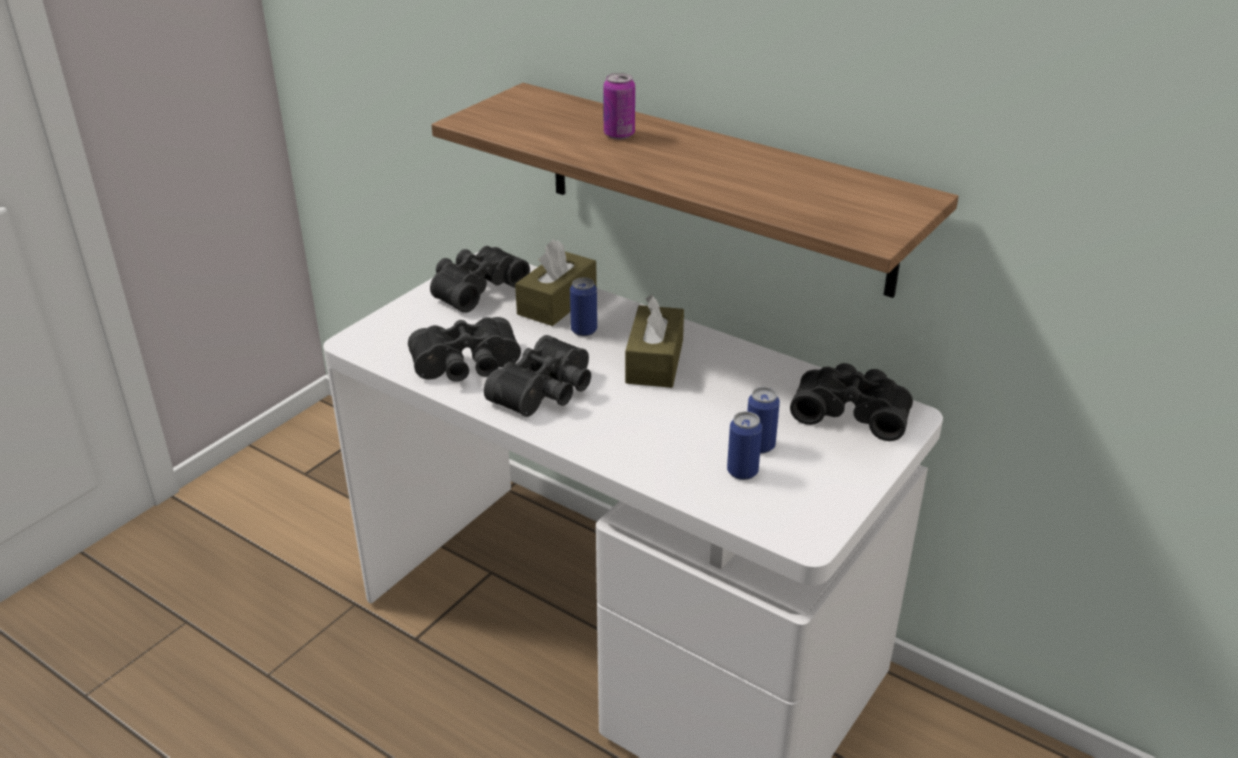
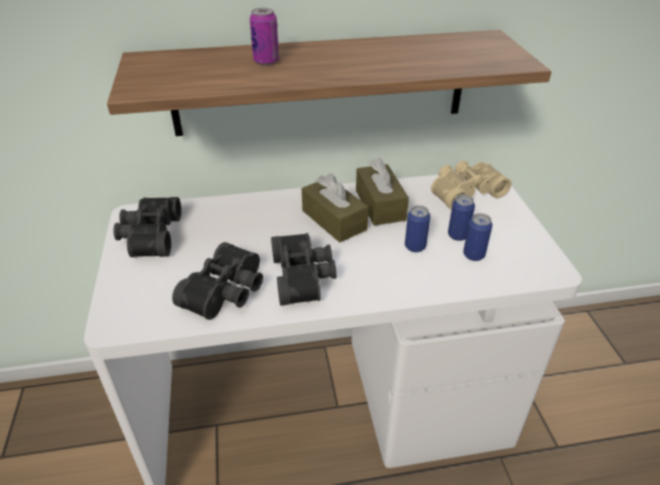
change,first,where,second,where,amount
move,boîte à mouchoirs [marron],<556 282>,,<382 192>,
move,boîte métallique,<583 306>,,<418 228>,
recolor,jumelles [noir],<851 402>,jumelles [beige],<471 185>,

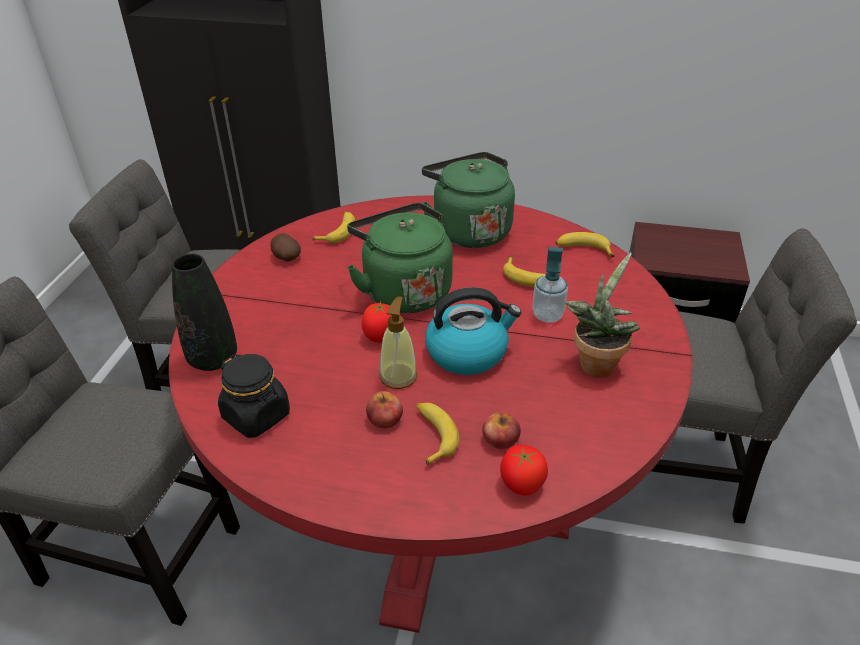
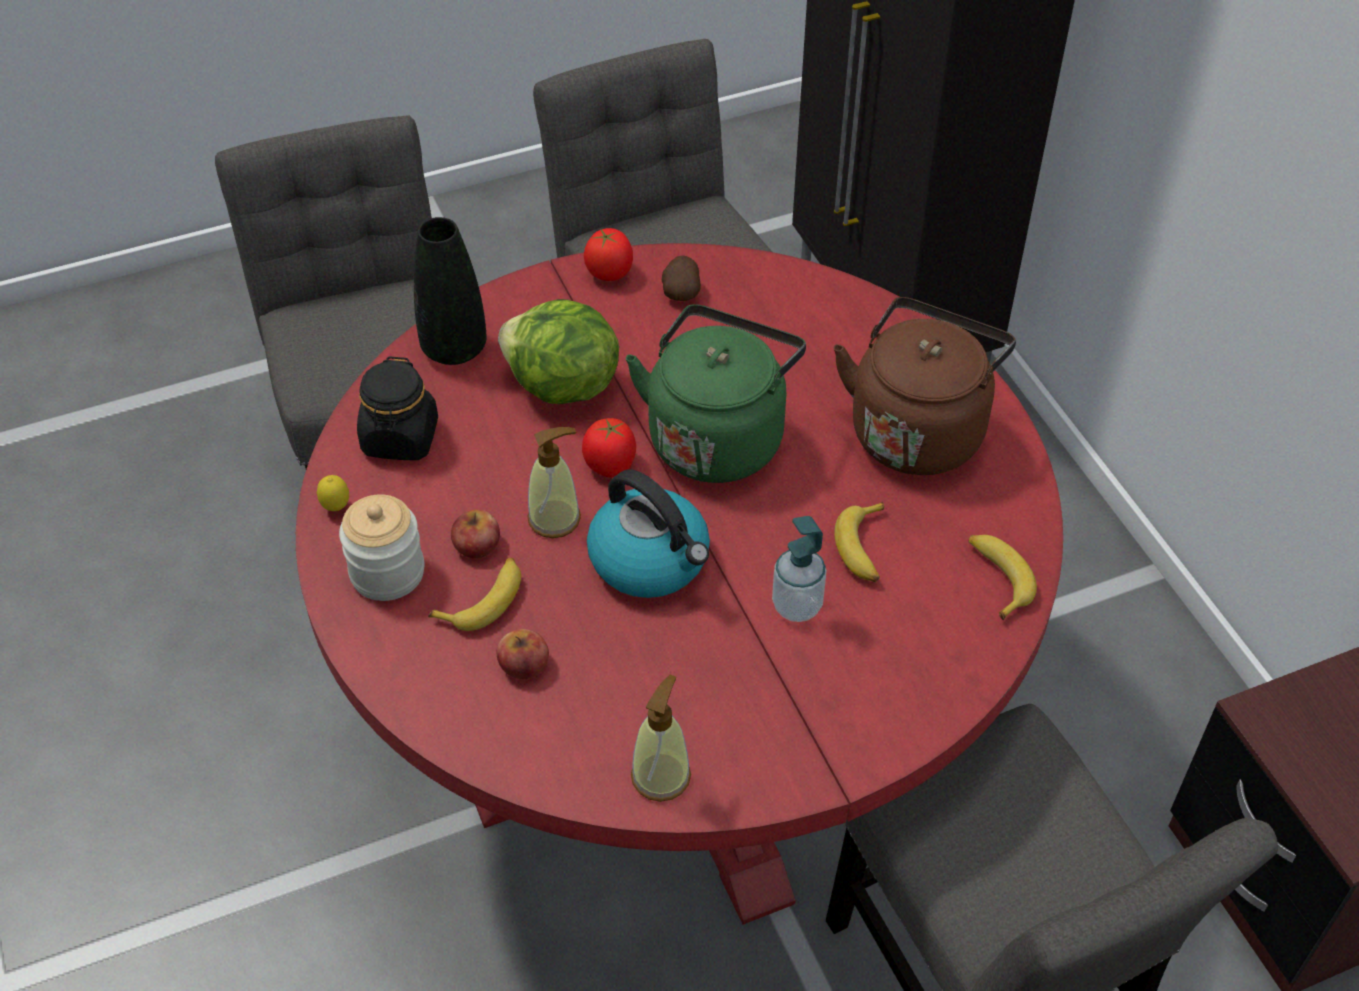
change,first,where,second,where,amount
recolor,bouilloire [vert],<468 200>,bouilloire [marron],<924 386>,
delete,banane,<333 227>,,,
delete,plante en pot,<602 315>,,,
move,tomate,<524 470>,,<608 254>,
insert,,,laitue,<558 351>,
insert,,,citron,<333 493>,
insert,,,bocal,<381 547>,
insert,,,distributeur de savon,<661 738>,

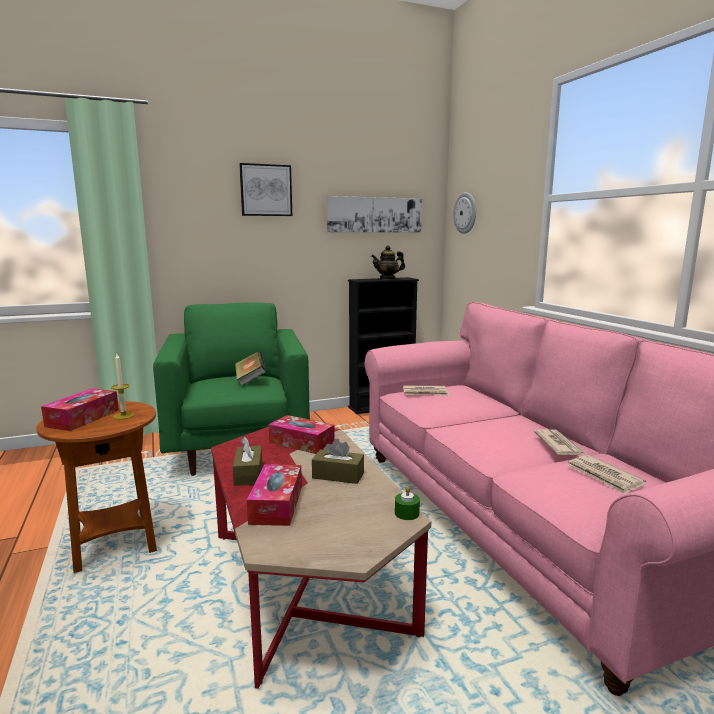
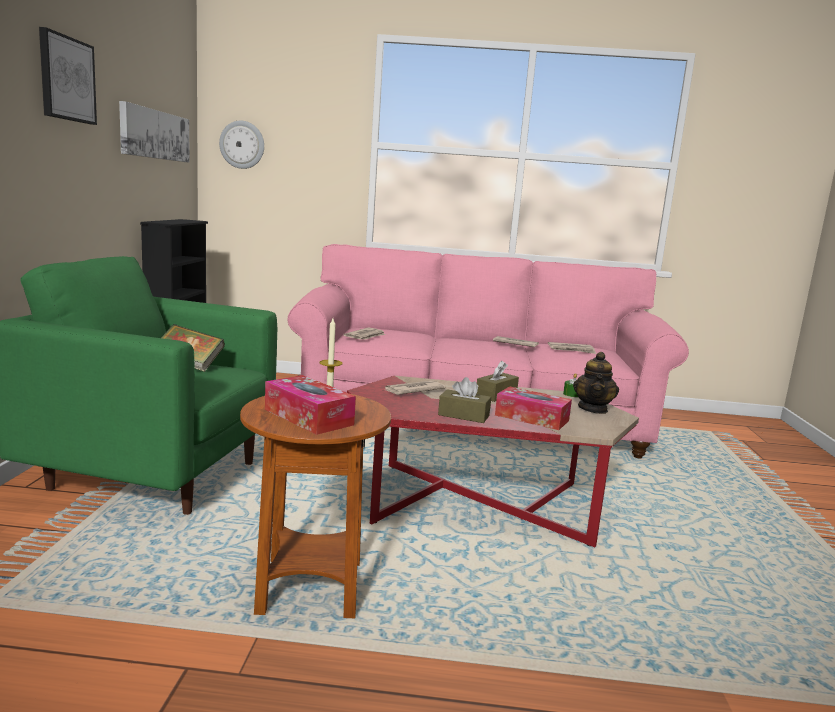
change,first,where,second,where,amount
move,théière,<388 262>,,<596 383>,
replace,boîte à mouchoirs,<302 434>,journal,<415 387>,

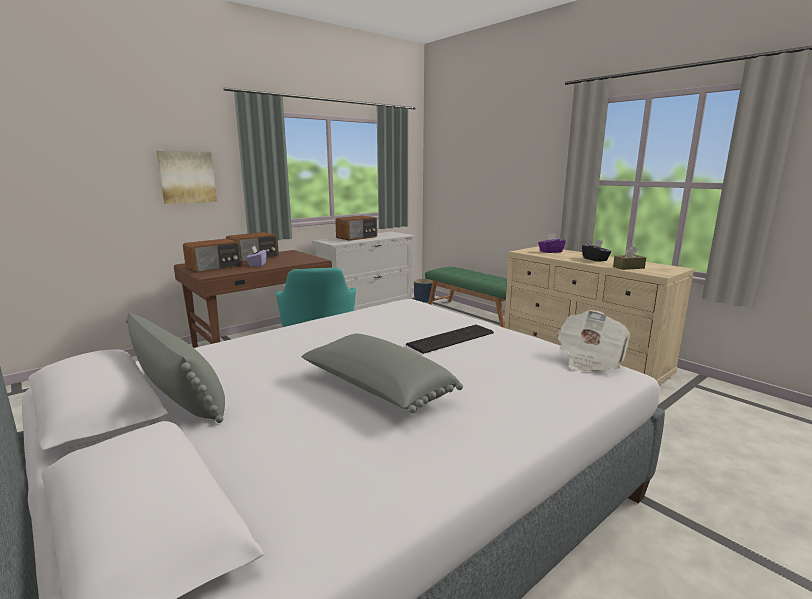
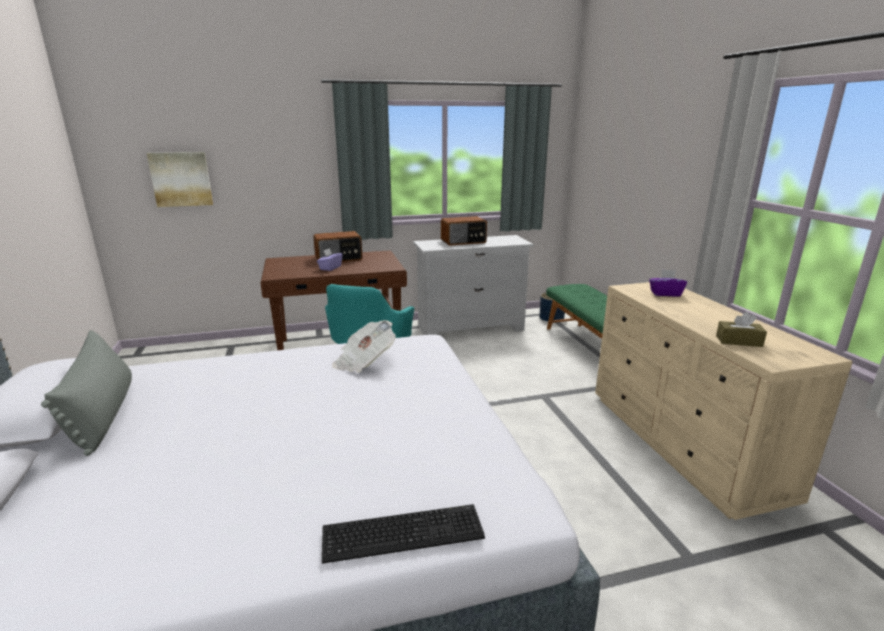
change,first,where,second,where,amount
move,tableau,<187 177>,,<180 179>,
delete,radio,<212 256>,,,
delete,boîte à mouchoirs [noir],<596 250>,,,
move,journal,<594 341>,,<364 346>,
move,clavier,<450 339>,,<403 534>,
delete,coussin [gris],<382 373>,,,

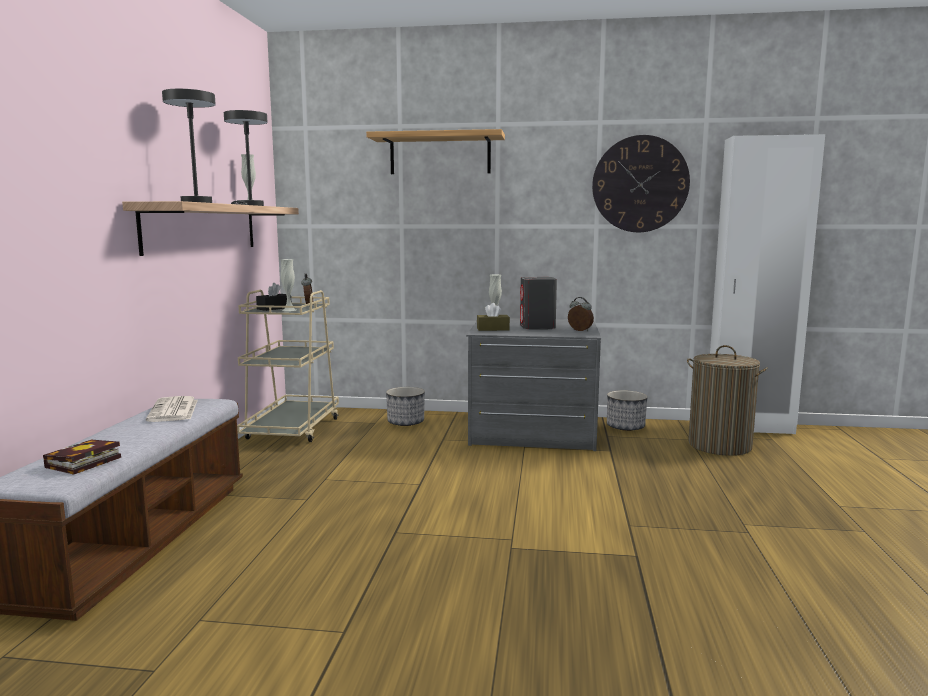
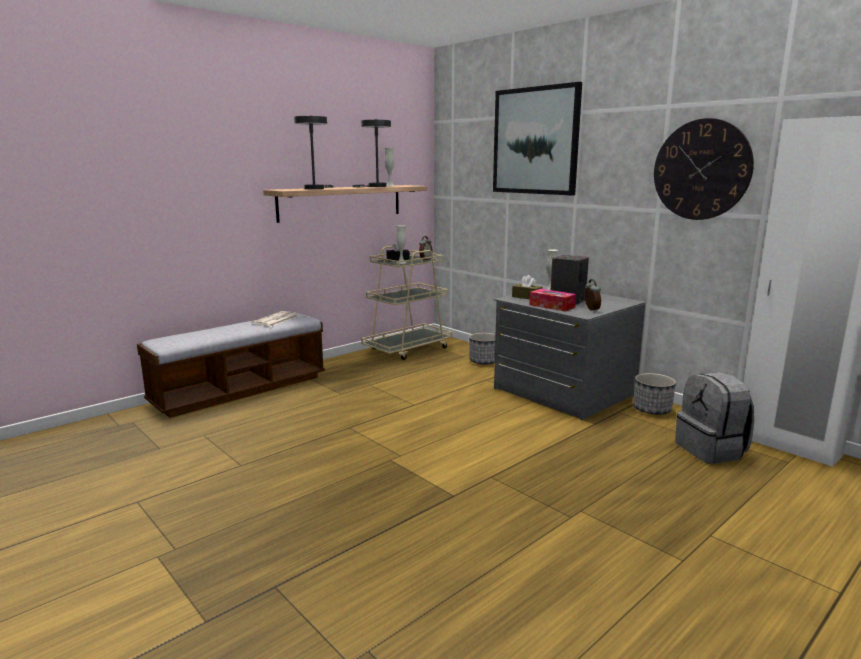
change,first,where,second,where,amount
replace,étagère,<435 151>,tableau,<537 138>,
replace,panier à linge,<727 400>,sac à dos [gris],<714 418>,
delete,livre,<82 457>,,,
insert,,,boîte à mouchoirs,<552 300>,

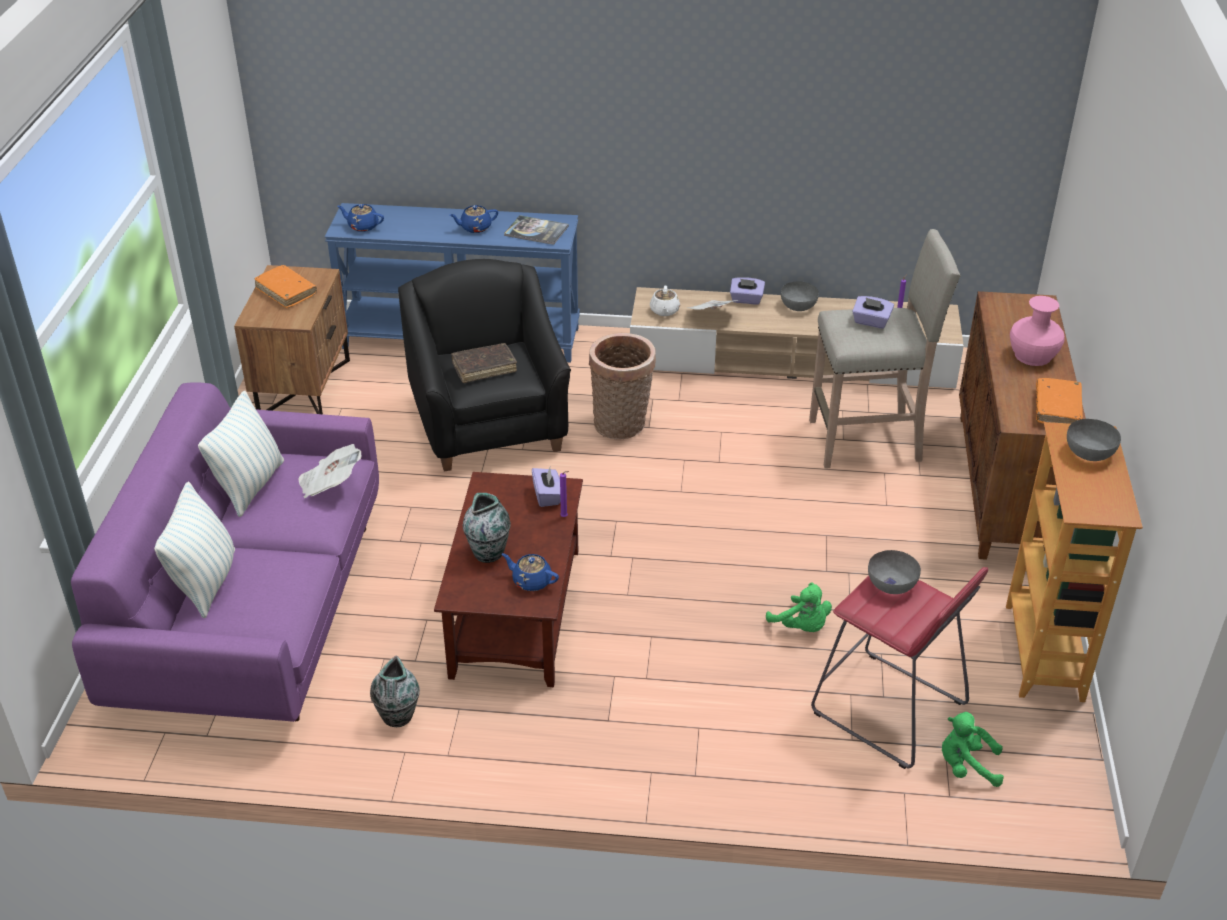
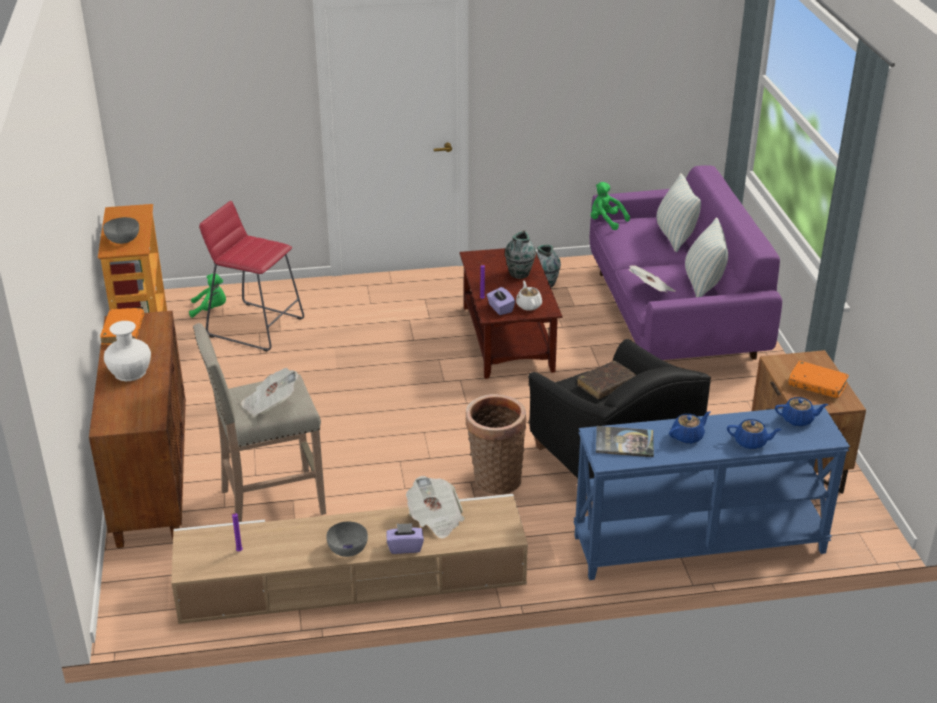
change,first,where,second,where,amount
move,théière [blanc],<665 301>,,<529 296>,
replace,boîte à mouchoirs [violet],<873 312>,journal,<270 392>,
recolor,vase [rose],<1037 331>,vase [blanc],<127 351>,
delete,bol [gris],<894 572>,,,
move,théière [bleu],<530 572>,,<754 434>,
move,peluche [vert],<799 607>,,<610 206>,

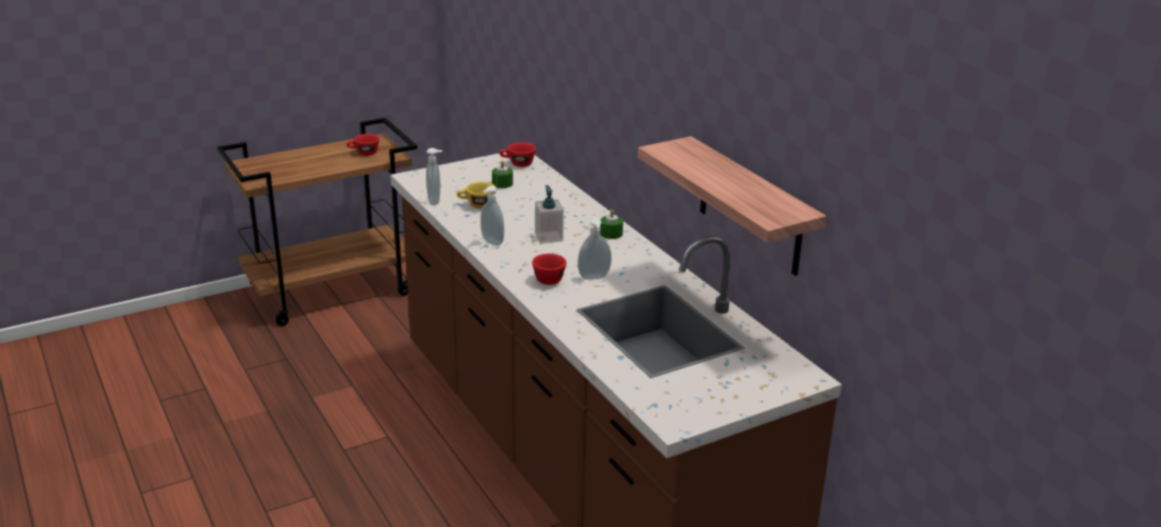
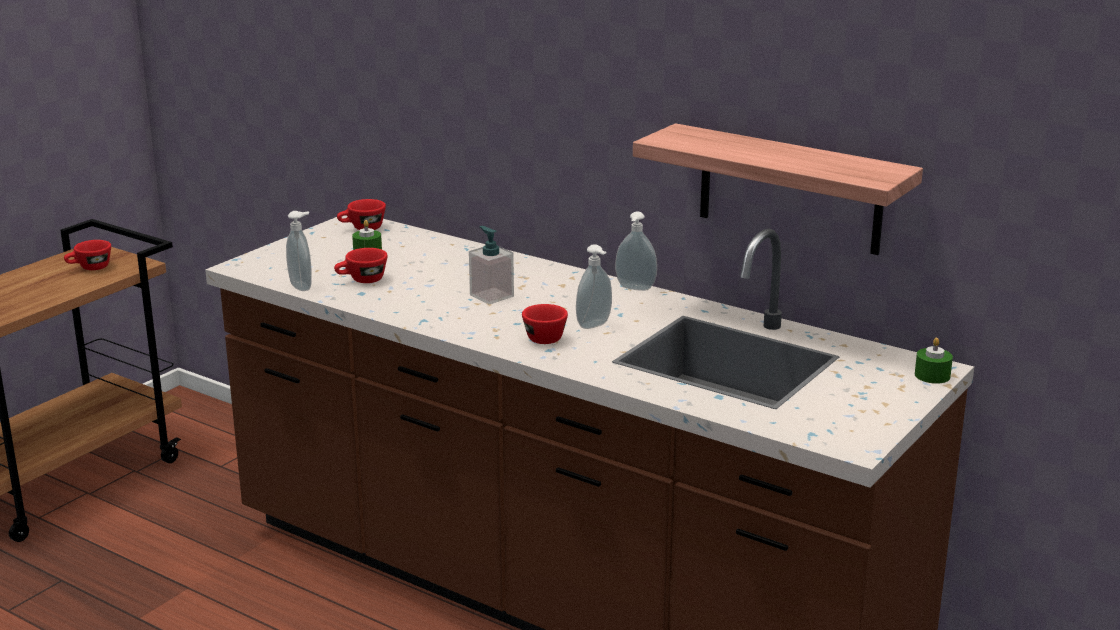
change,first,where,second,where,amount
recolor,tasse [jaune],<476 195>,tasse [rouge],<361 265>,
move,distributeur de savon,<492 216>,,<636 251>,
move,bougie [vert],<611 224>,,<934 361>,

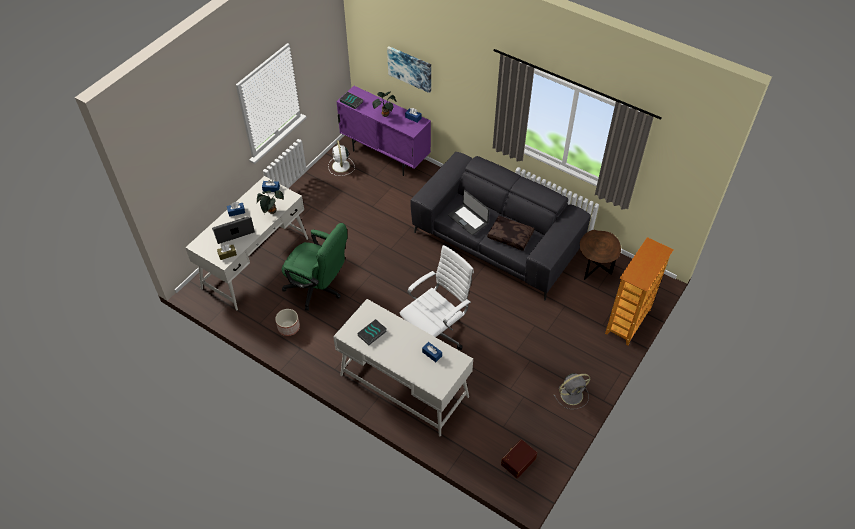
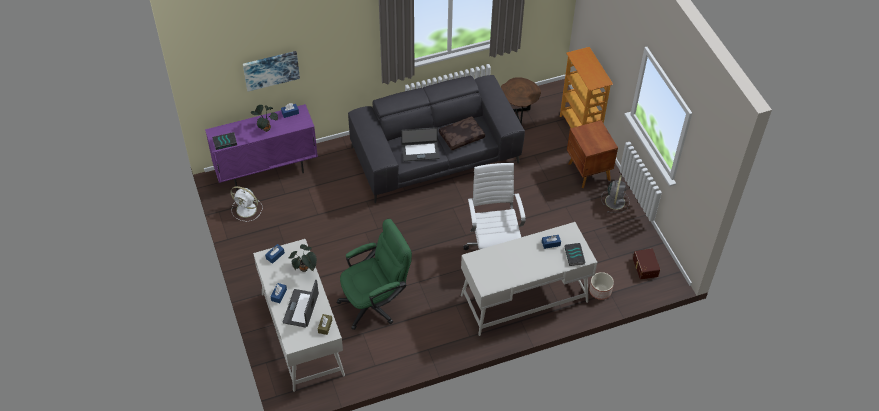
change,first,where,second,where,amount
move,cache-pot,<287 322>,,<601 286>,
move,livre,<372 332>,,<575 254>,
insert,,,table de chevet [marron],<592 154>,

